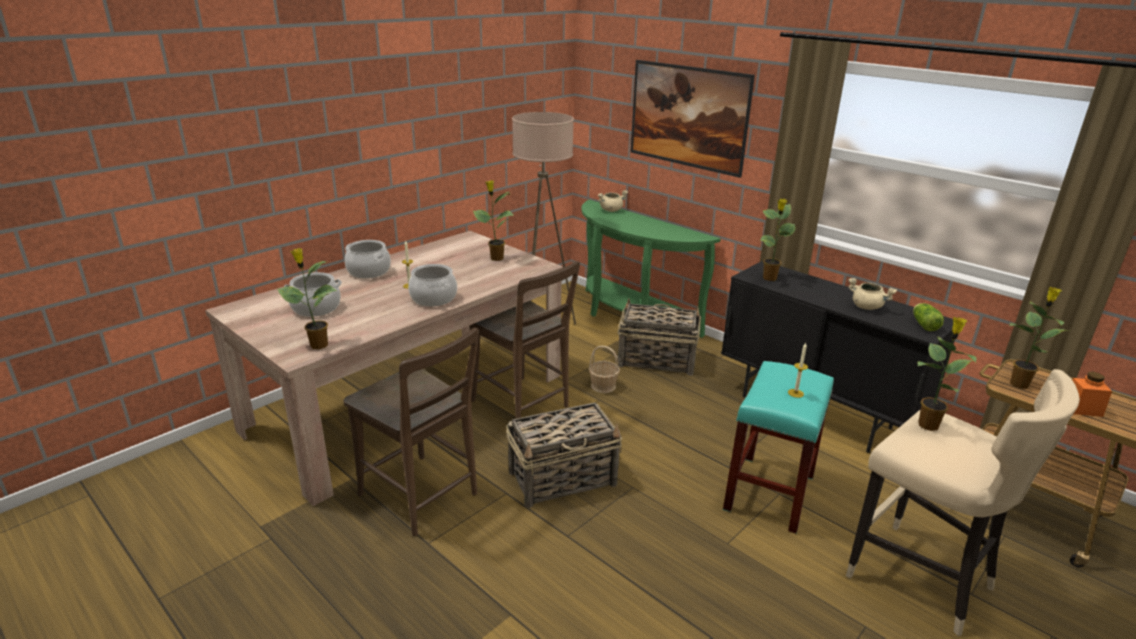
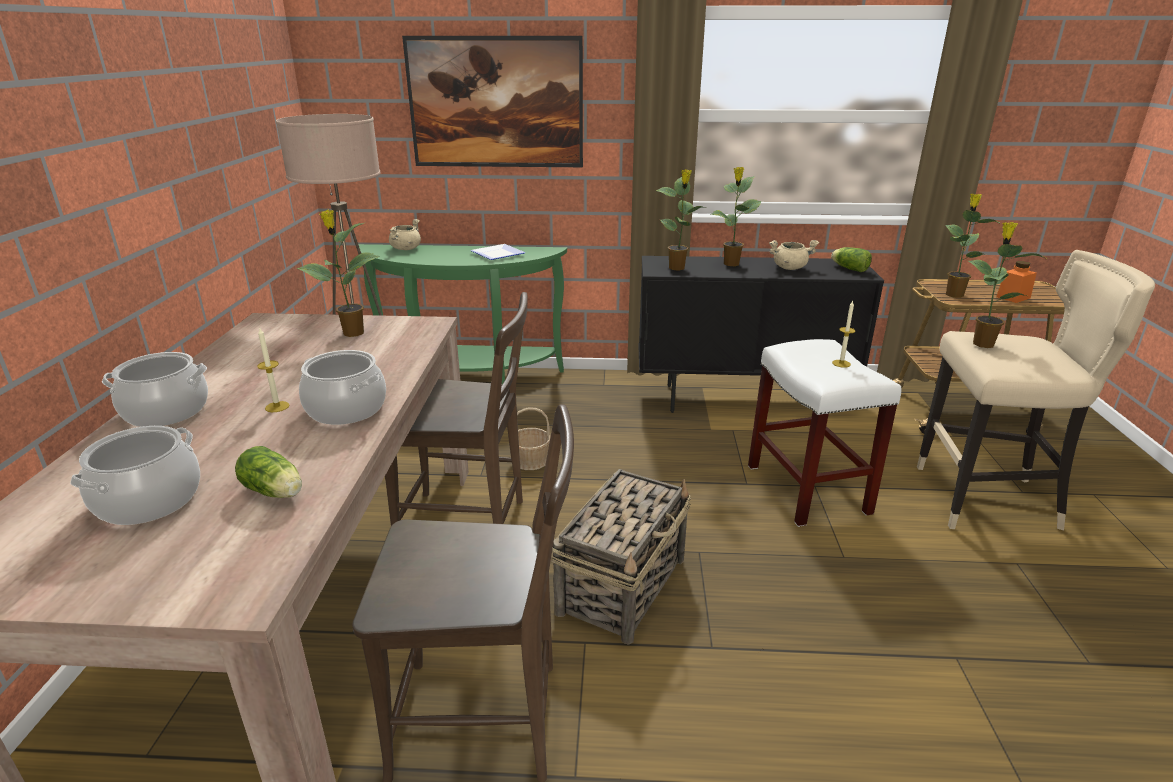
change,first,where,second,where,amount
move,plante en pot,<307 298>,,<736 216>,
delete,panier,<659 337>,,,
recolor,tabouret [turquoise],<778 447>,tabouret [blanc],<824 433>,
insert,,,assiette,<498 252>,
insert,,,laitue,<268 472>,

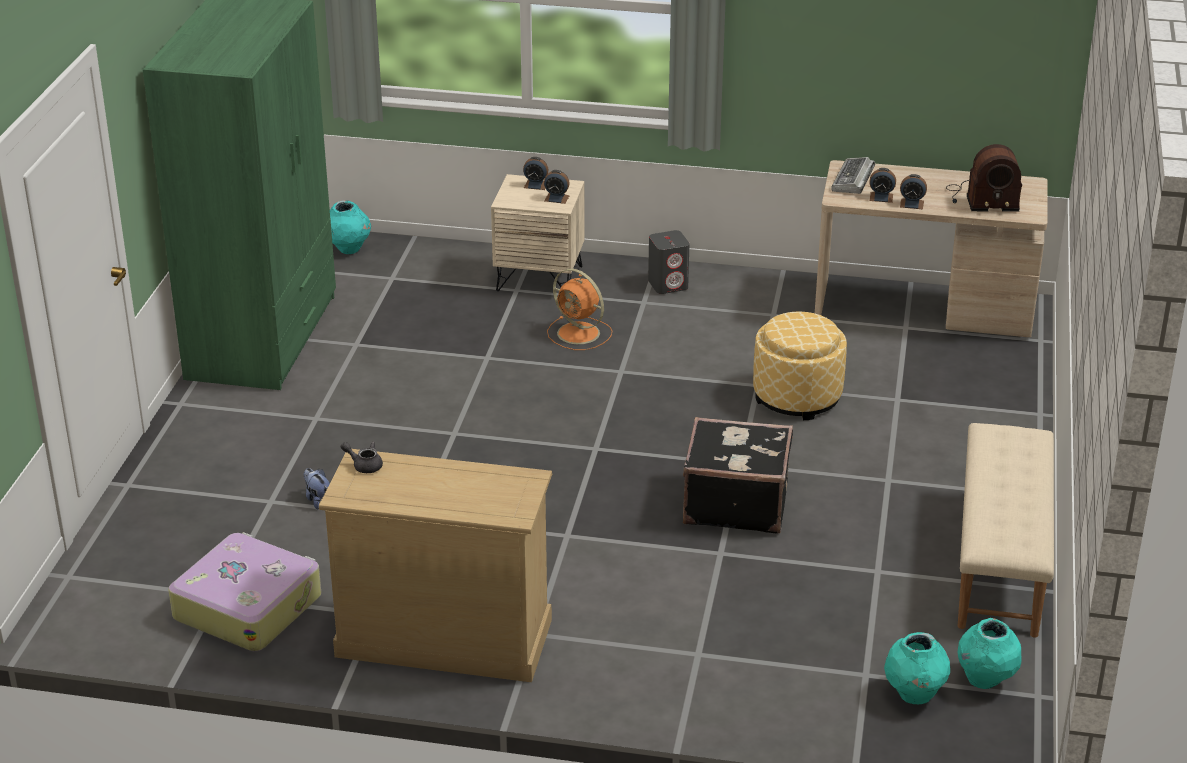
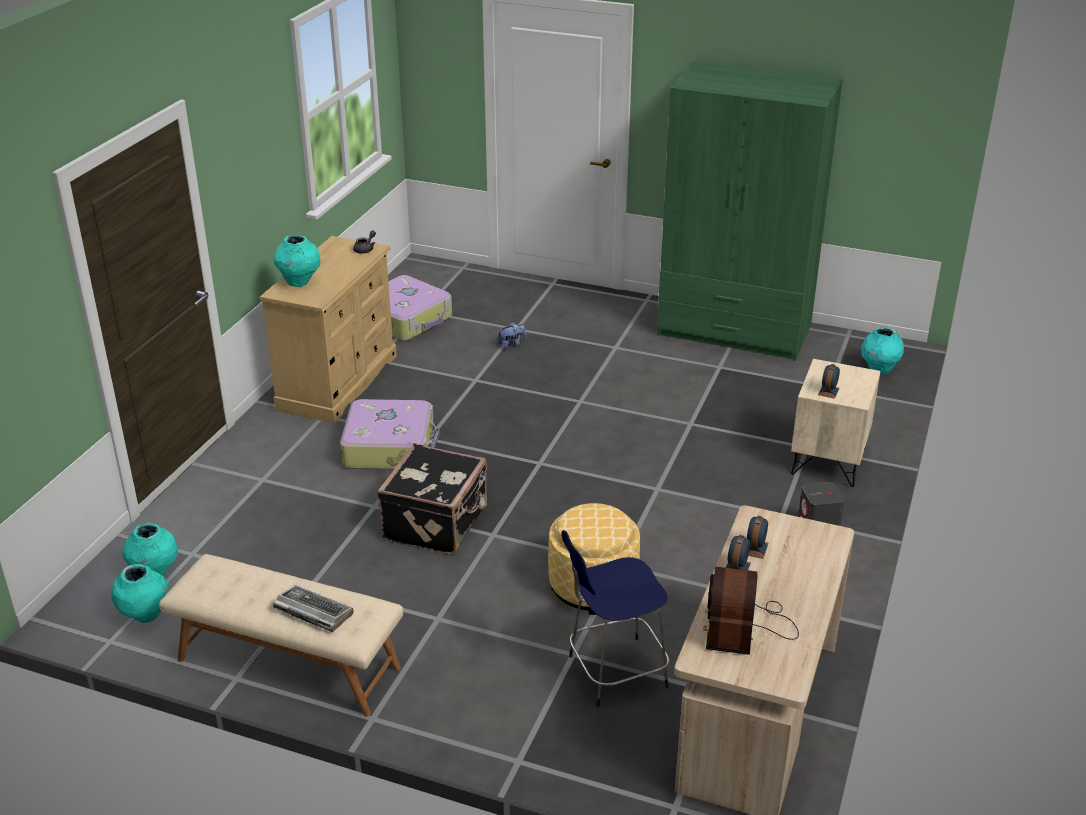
change,first,where,second,where,amount
delete,réveil,<535 173>,,,
move,clavier,<853 175>,,<313 608>,
delete,ventilateur [orange],<579 309>,,,
insert,,,vase [turquoise],<297 261>,
insert,,,valise,<390 434>,
insert,,,tabouret [bleu],<615 618>,

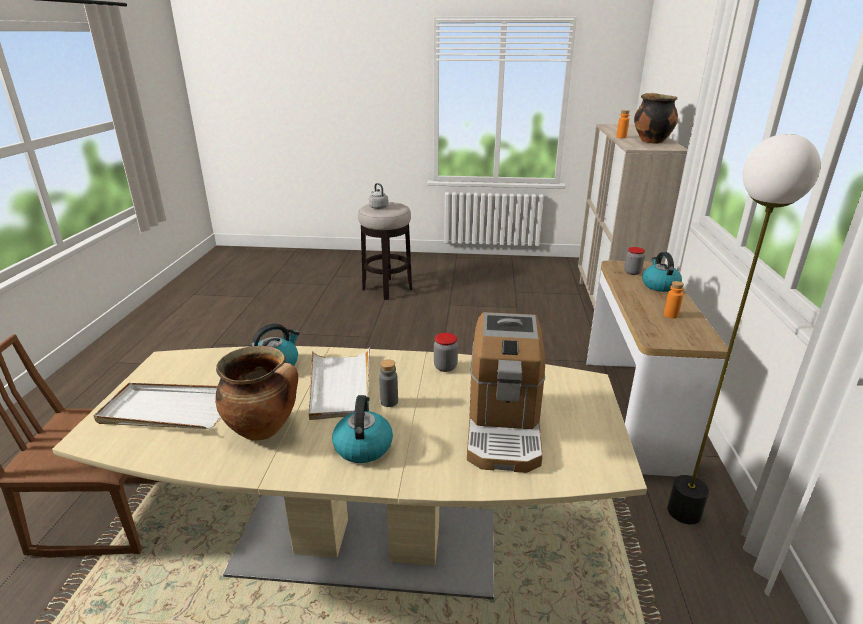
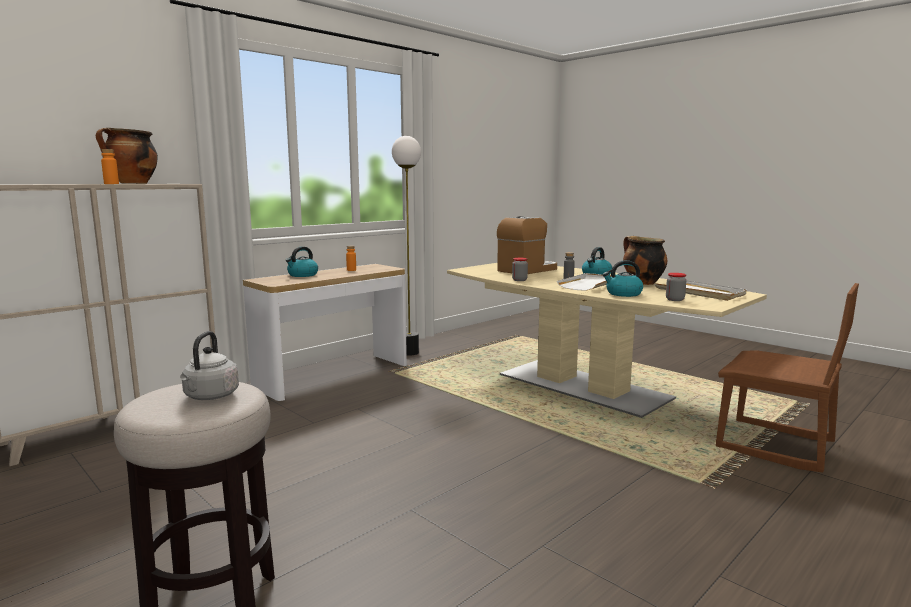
change,first,where,second,where,amount
move,bocal,<634 261>,,<676 287>,

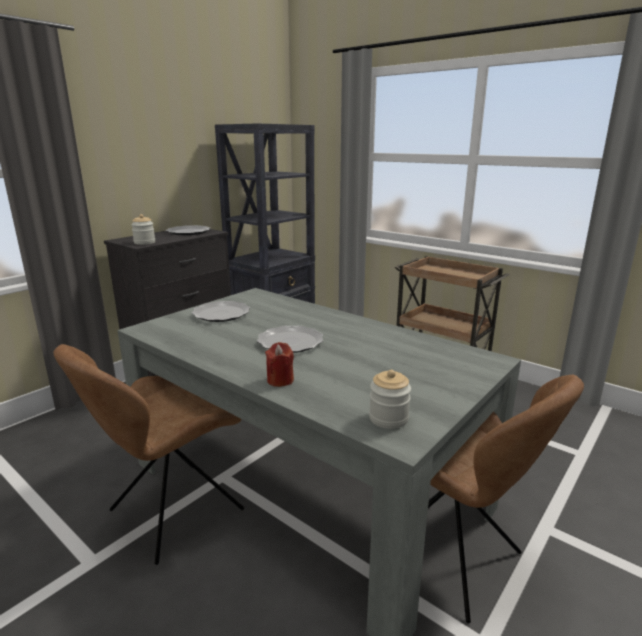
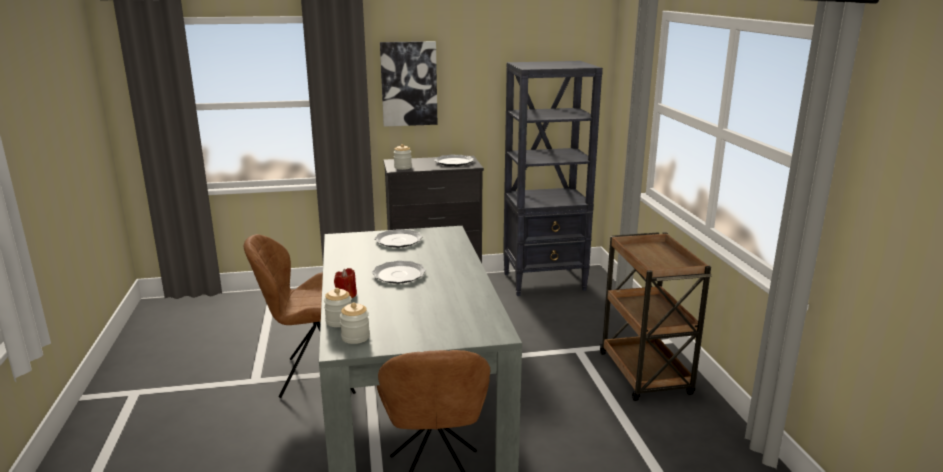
change,first,where,second,where,amount
insert,,,tableau,<408 84>,
insert,,,bocal,<338 307>,

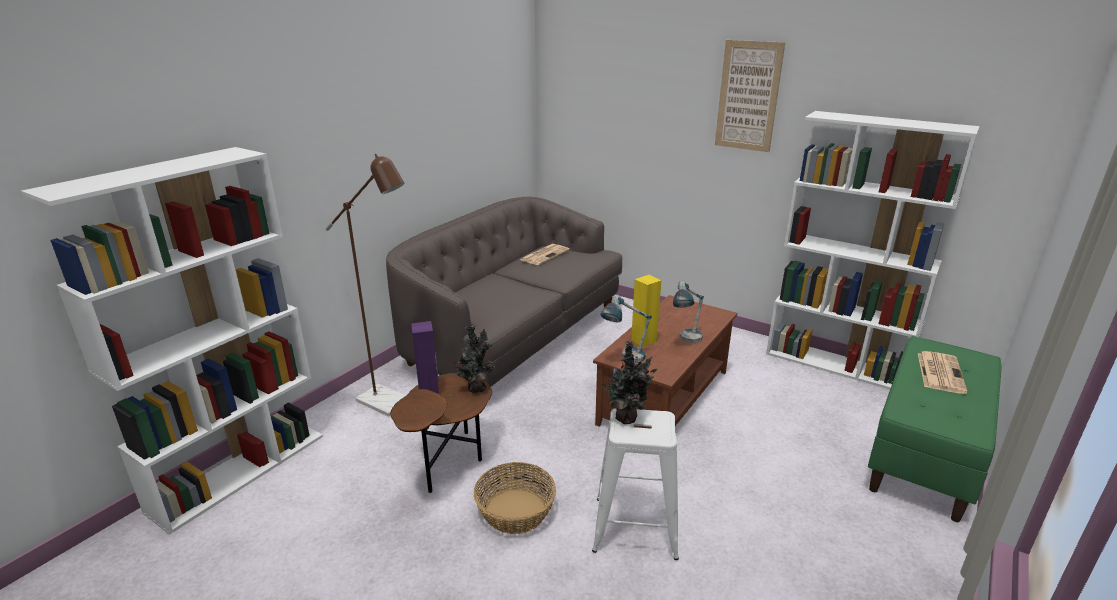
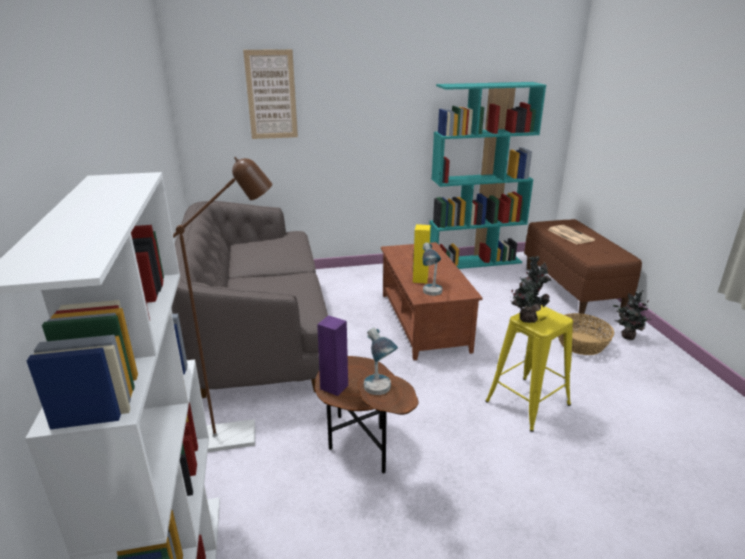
change,first,where,second,where,amount
move,tableau,<750 96>,,<270 94>,
recolor,bibliothèque [blanc],<873 250>,bibliothèque [turquoise],<487 175>,
delete,journal,<545 254>,,,
move,lampe de table,<688 312>,,<381 361>,
move,plante en pot,<474 359>,,<632 315>,
recolor,banc [vert],<935 429>,banc [marron],<583 266>,
recolor,tabouret [blanc],<635 484>,tabouret [jaune],<529 368>,
move,panier,<515 498>,,<586 334>,

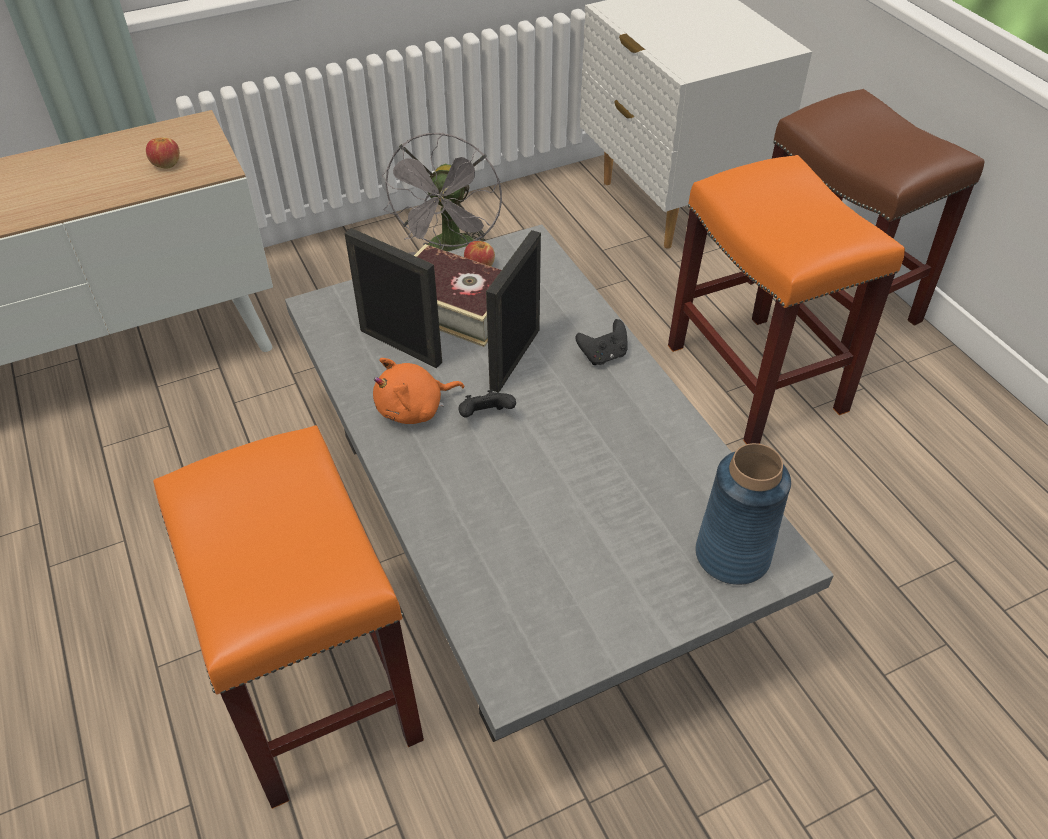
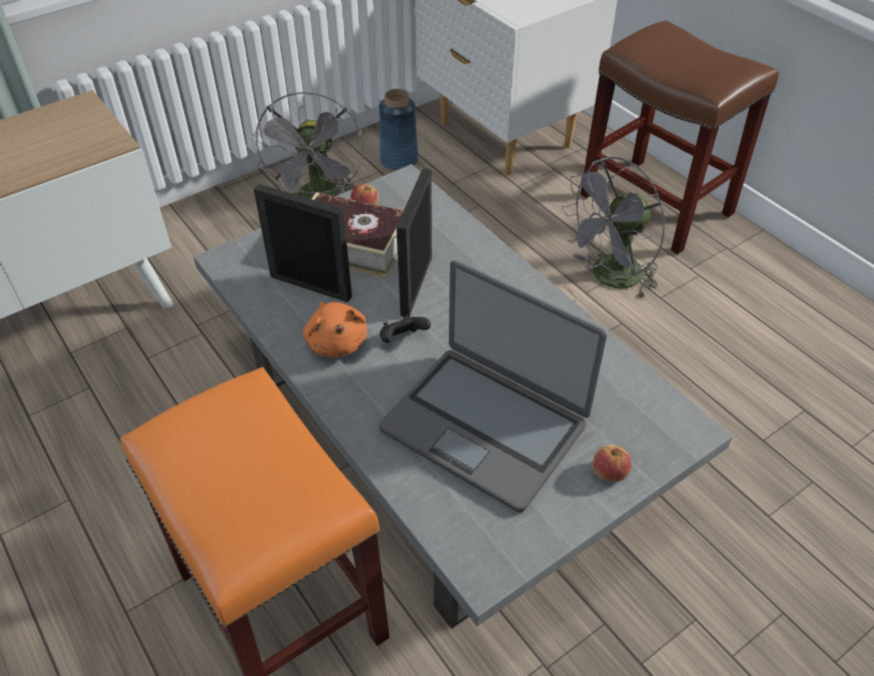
change,first,where,second,where,amount
move,pomme,<163 152>,,<611 463>,
replace,tabouret [orange],<786 299>,ventilateur [gris],<613 228>,
delete,manette [noir],<601 342>,,,
rotate,peluche [orange],<418 391>,,<335 329>,75 degrees counterclockwise
move,vase [bleu],<743 514>,,<398 130>,
insert,,,ordinateur portable,<493 386>,

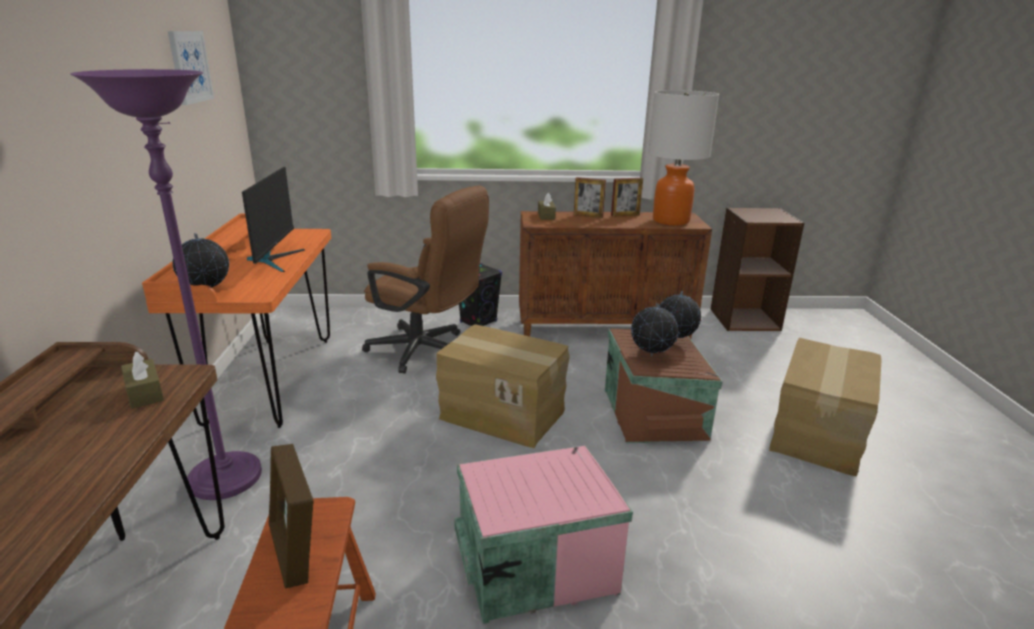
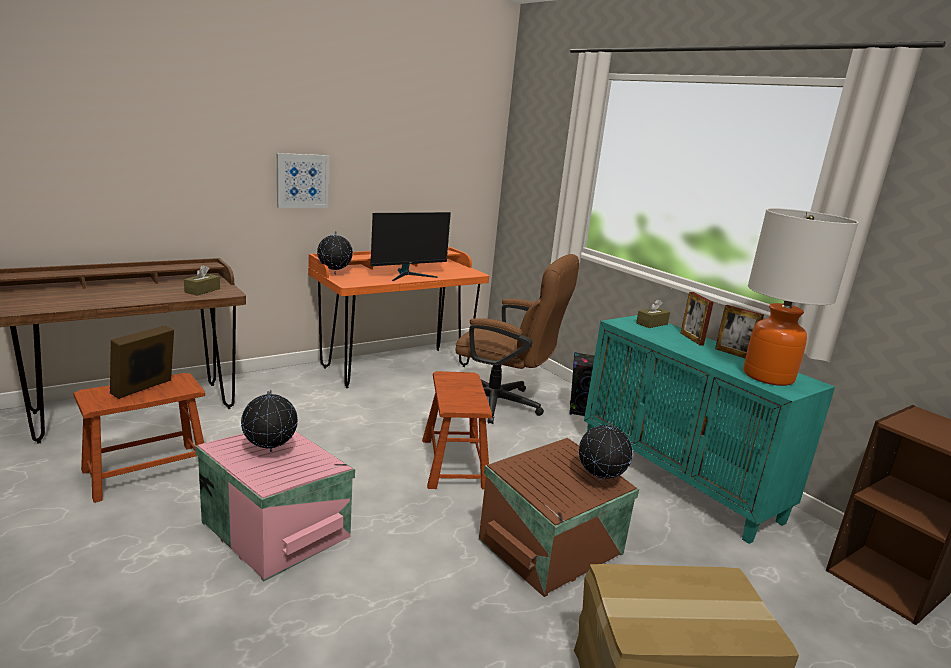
change,first,where,second,where,amount
move,tableau,<191 68>,,<303 180>,
delete,lampadaire [violet],<166 284>,,,
rotate,chaise de bureau [marron],<425 280>,,<517 339>,60 degrees counterclockwise
recolor,meuble de rangement [marron],<615 275>,meuble de rangement [turquoise],<709 429>,
move,globe,<654 329>,,<269 421>,
replace,carton,<503 386>,tabouret [marron],<457 430>,

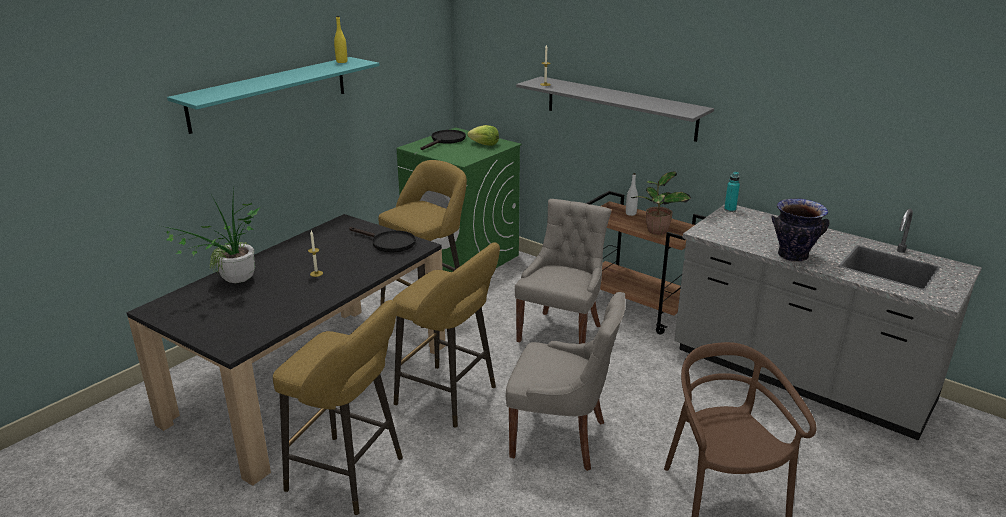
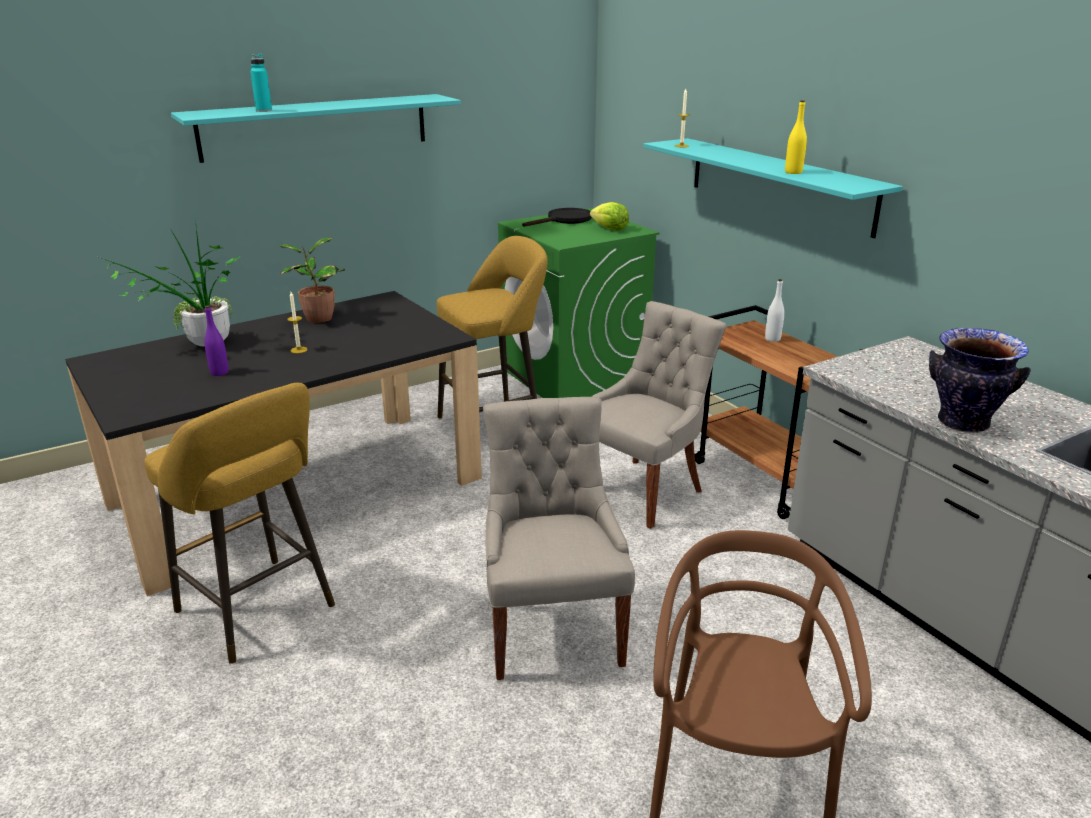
change,first,where,second,where,amount
move,bouteille [jaune],<340 39>,,<796 137>,
recolor,étagère [gris],<615 109>,étagère [turquoise],<773 188>,
move,plante en pot,<661 203>,,<312 280>,
move,bouteille [turquoise],<732 192>,,<261 83>,
delete,poêle [noir],<382 239>,,,
delete,tabouret [jaune],<446 335>,,,
rotate,chaise [gris],<565 381>,,<559 538>,135 degrees counterclockwise
insert,,,bouteille [violet],<216 340>,

